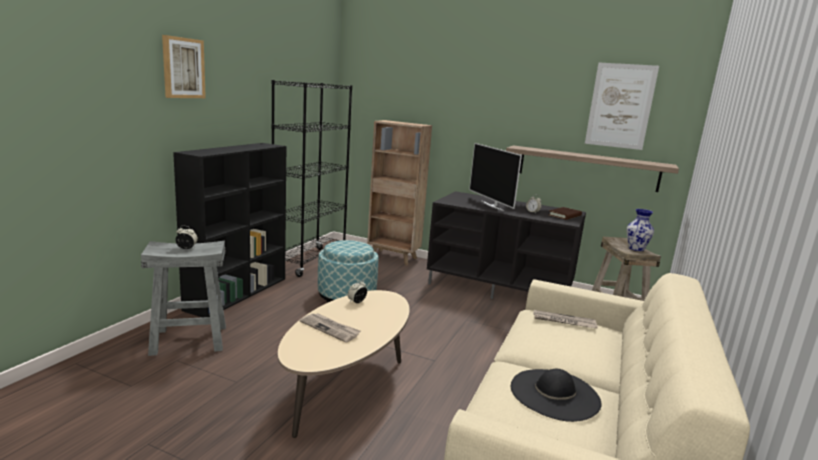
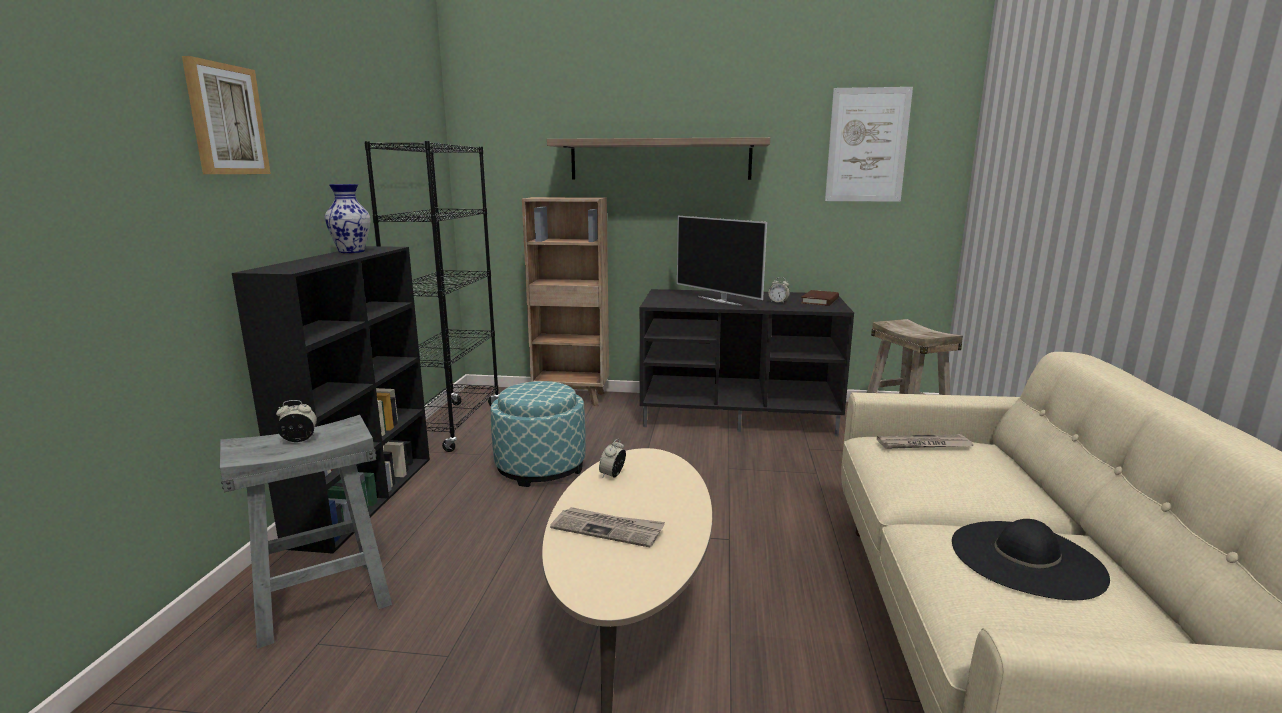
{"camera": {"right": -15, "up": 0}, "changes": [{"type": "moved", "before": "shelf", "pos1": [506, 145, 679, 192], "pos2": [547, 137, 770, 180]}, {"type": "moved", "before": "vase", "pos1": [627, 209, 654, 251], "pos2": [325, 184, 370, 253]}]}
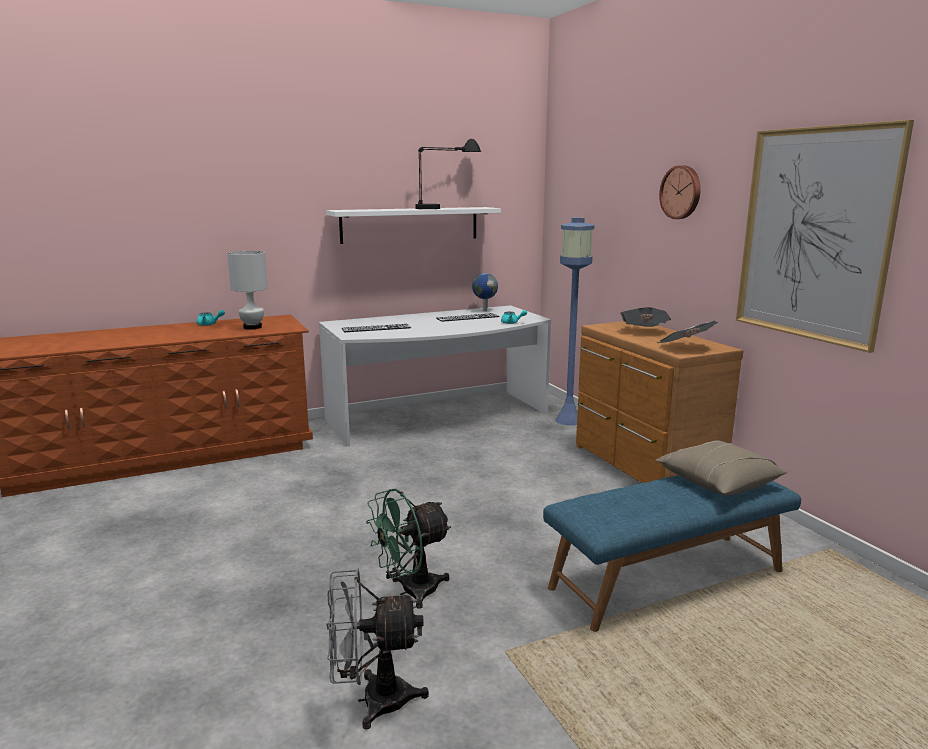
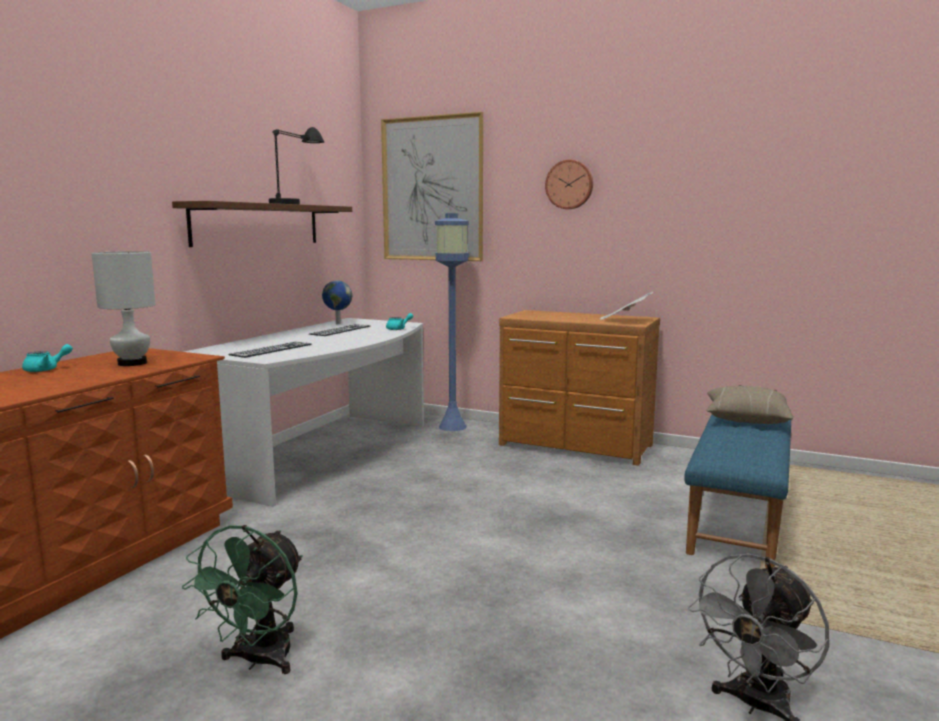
{"camera": {"right": -40, "up": -5}, "changes": [{"type": "moved", "before": "picture", "pos1": [736, 120, 914, 353], "pos2": [381, 112, 483, 261]}, {"type": "recoloured", "before": "white shelf", "after": "brown shelf", "pos1": [326, 207, 501, 244], "pos2": [172, 201, 352, 247]}, {"type": "removed", "before": "newspaper", "pos1": [620, 307, 671, 327]}, {"type": "moved", "before": "green fan", "pos1": [366, 489, 451, 609], "pos2": [182, 525, 303, 674]}]}
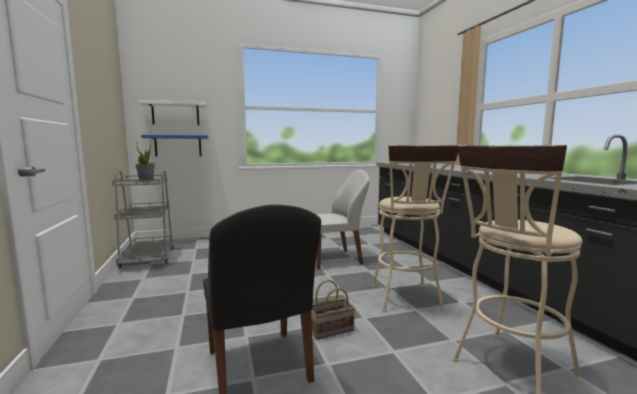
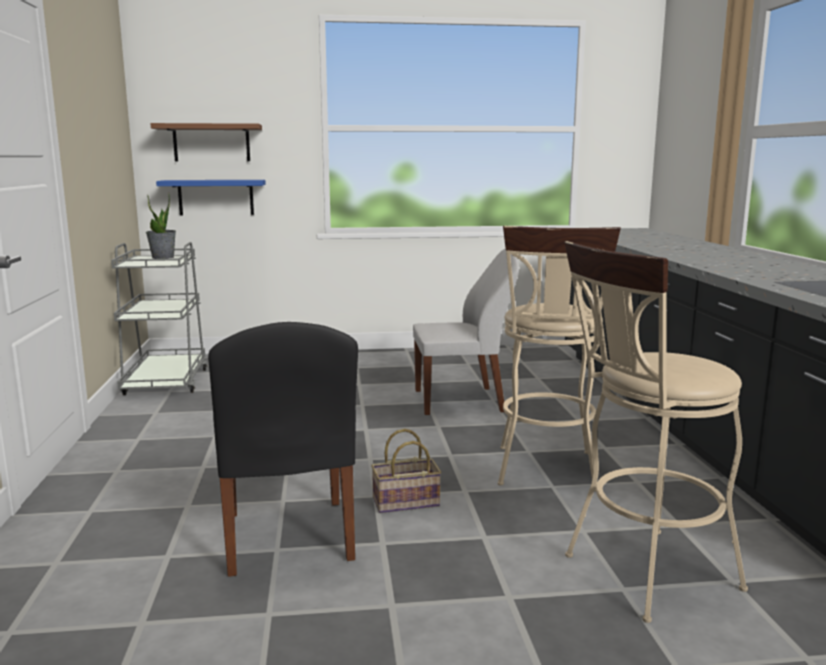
{"camera": {"right": 10, "up": 5}, "changes": [{"type": "recoloured", "before": "white shelf", "after": "brown shelf", "pos1": [138, 100, 206, 125], "pos2": [150, 123, 262, 161]}]}
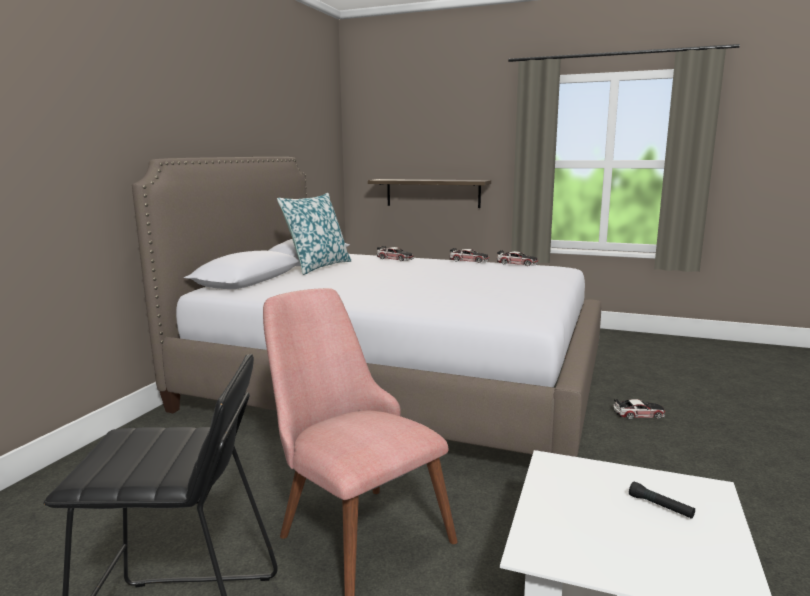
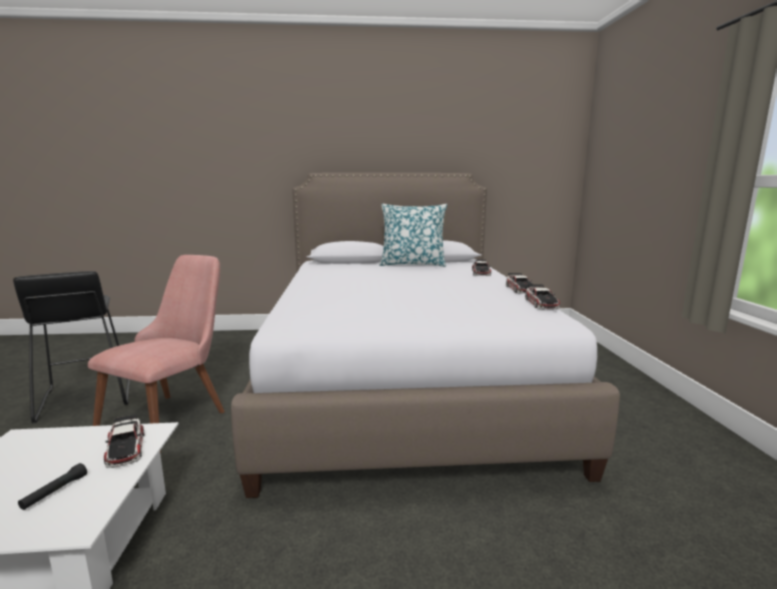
{"camera": {"right": 65, "up": 0}, "changes": [{"type": "removed", "before": "shelf", "pos1": [368, 179, 491, 208]}, {"type": "moved", "before": "toy car", "pos1": [614, 399, 665, 419], "pos2": [104, 414, 145, 468]}]}
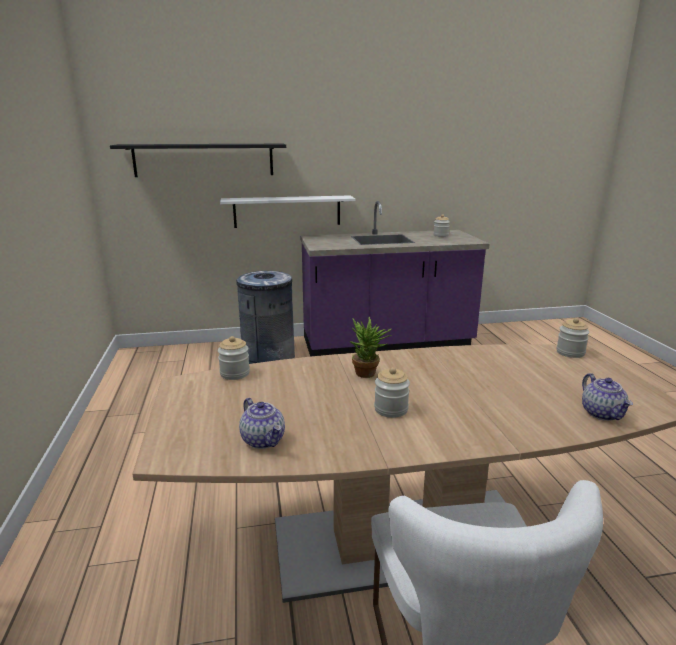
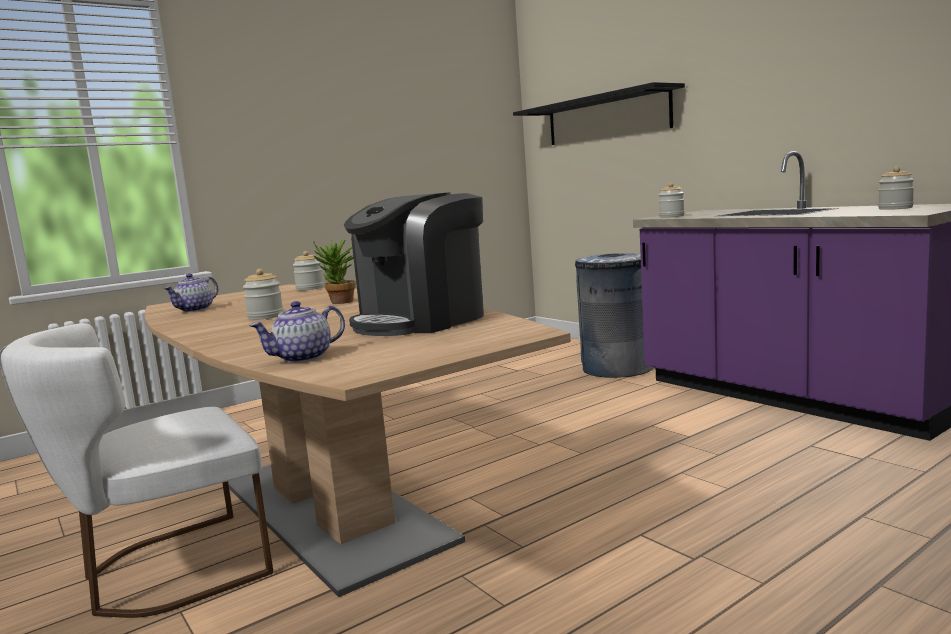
{"camera": {"right": 65, "up": -10}, "changes": [{"type": "removed", "before": "white shelf", "pos1": [220, 195, 355, 228]}, {"type": "moved", "before": "jar", "pos1": [556, 318, 590, 358], "pos2": [659, 183, 685, 217]}, {"type": "added", "after": "coffee machine", "pos2": [344, 192, 484, 336]}]}
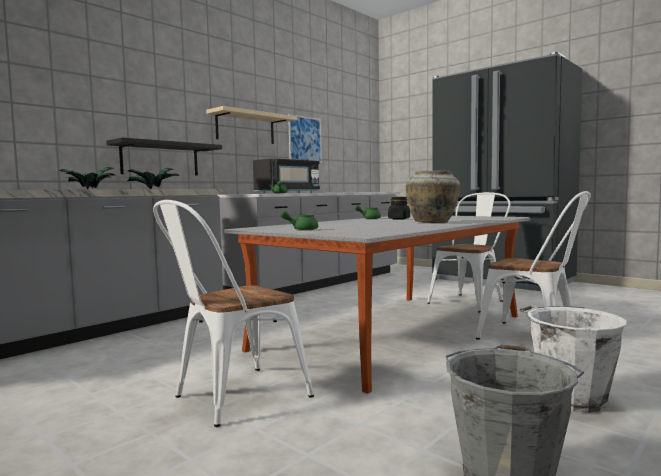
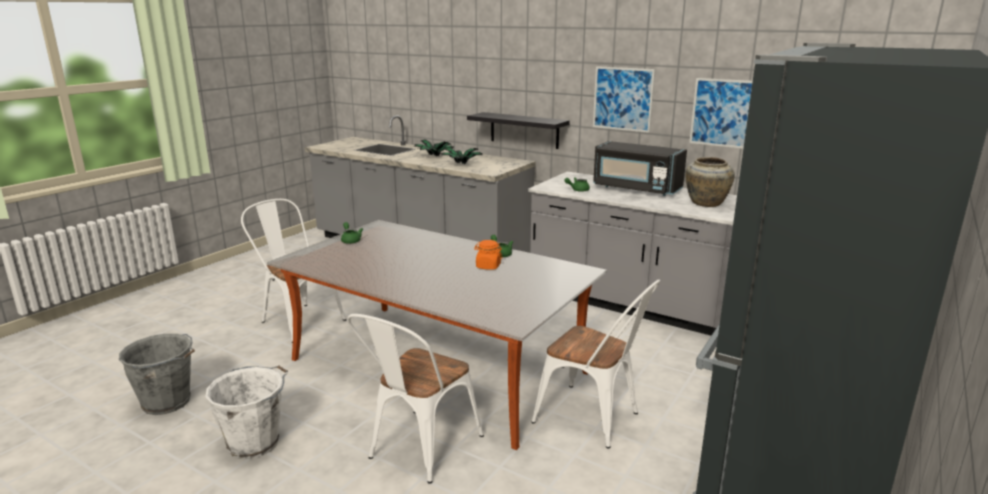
{"camera": {"right": 80, "up": 15}, "changes": [{"type": "replaced", "before": "beige shelf", "after": "picture", "pos1": [206, 106, 297, 144], "pos2": [593, 66, 655, 133]}, {"type": "moved", "before": "beige vase", "pos1": [406, 171, 460, 223], "pos2": [686, 157, 735, 207]}, {"type": "recoloured", "before": "black jar", "after": "orange jar", "pos1": [388, 197, 410, 220], "pos2": [474, 240, 503, 270]}]}
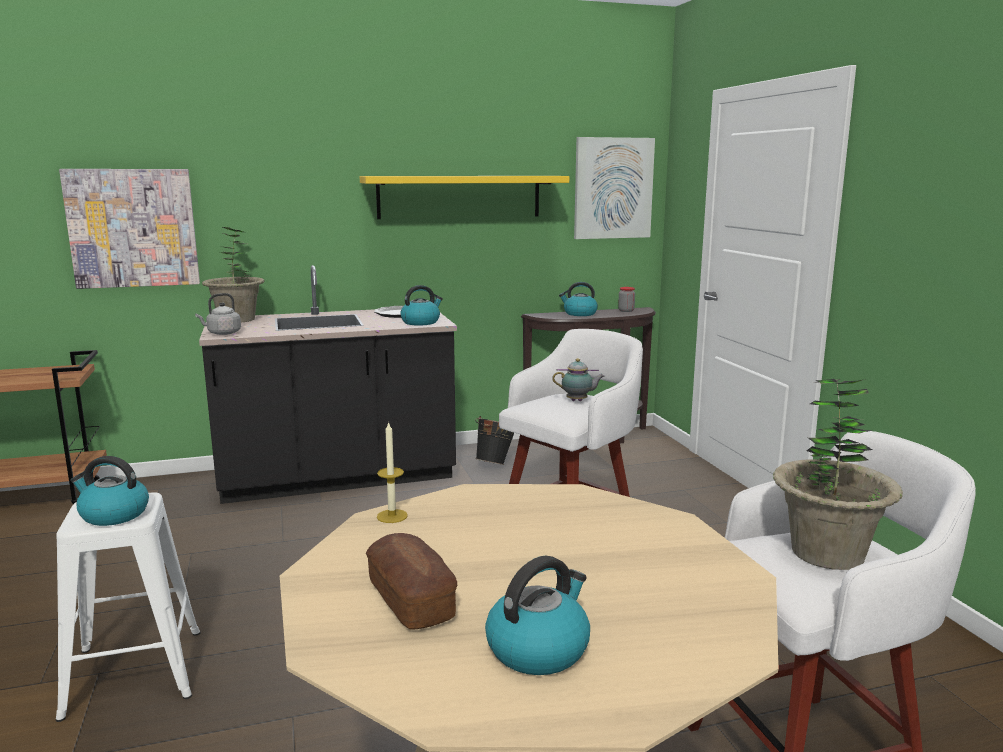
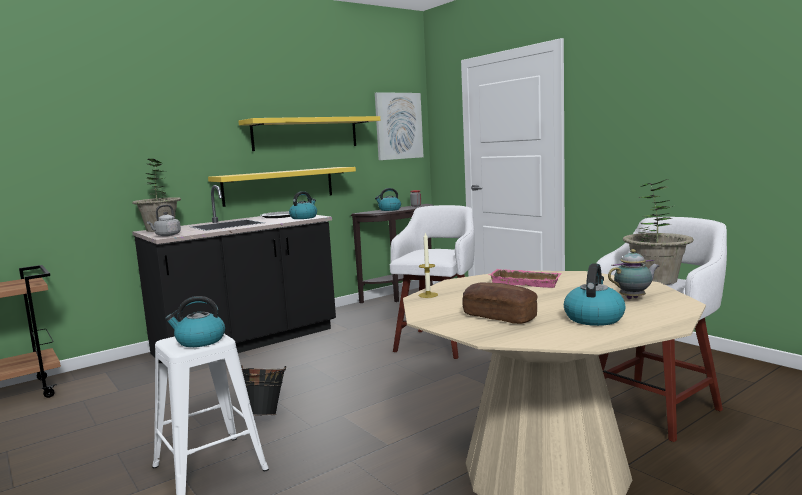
{"camera": {"right": -20, "up": -5}, "changes": [{"type": "removed", "before": "picture", "pos1": [59, 169, 200, 289]}, {"type": "moved", "before": "teapot", "pos1": [552, 358, 605, 401], "pos2": [608, 249, 659, 299]}, {"type": "moved", "before": "black bucket", "pos1": [475, 416, 514, 465], "pos2": [241, 365, 286, 416]}, {"type": "added", "after": "yellow shelf", "pos2": [208, 167, 356, 207]}, {"type": "added", "after": "pink tray", "pos2": [488, 269, 562, 288]}]}
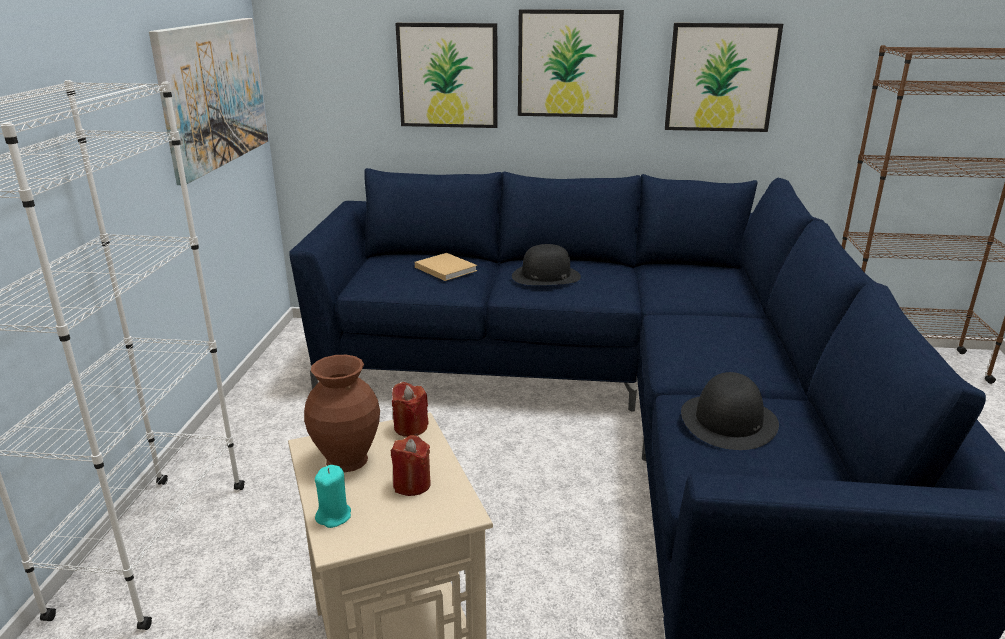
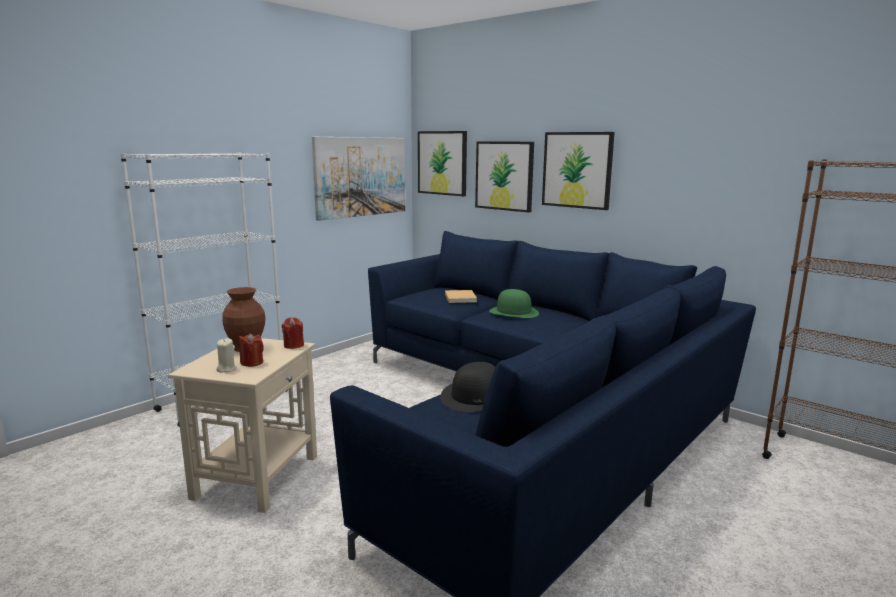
{"camera": {"right": 35, "up": -10}, "changes": [{"type": "moved", "before": "picture", "pos1": [665, 23, 783, 132], "pos2": [418, 131, 467, 196]}, {"type": "recoloured", "before": "black hat", "after": "green hat", "pos1": [512, 244, 581, 285], "pos2": [489, 289, 539, 318]}, {"type": "removed", "before": "turquoise candle", "pos1": [315, 465, 351, 528]}, {"type": "added", "after": "beige candle", "pos2": [216, 338, 237, 373]}]}
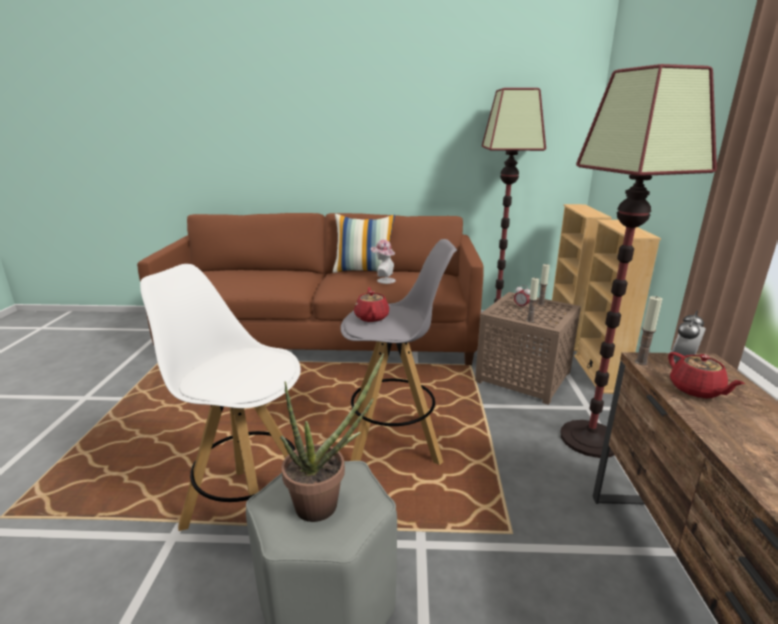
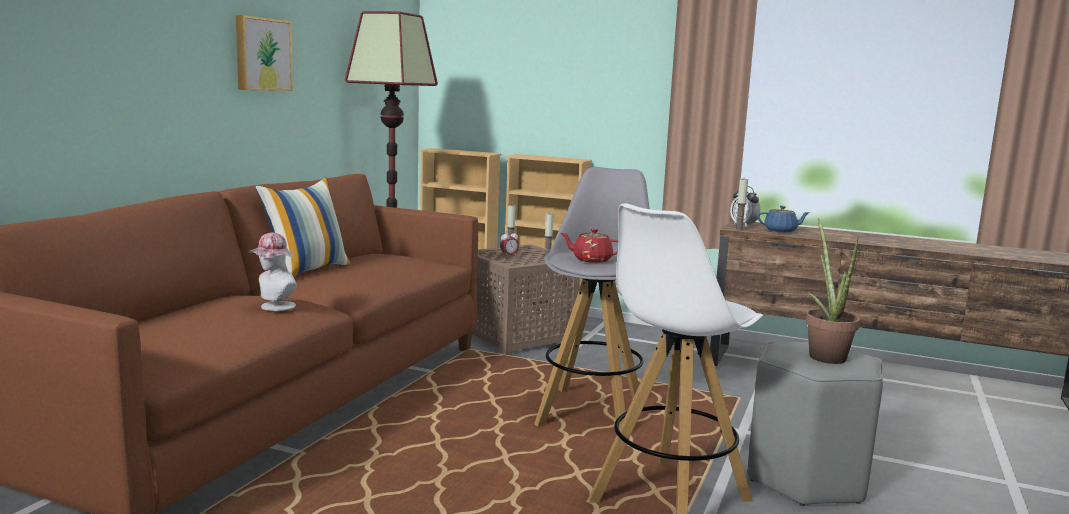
{"camera": {"right": -70, "up": -10}, "changes": [{"type": "removed", "before": "floor lamp", "pos1": [561, 64, 717, 458]}, {"type": "moved", "before": "hat", "pos1": [370, 240, 396, 284], "pos2": [249, 233, 297, 311]}, {"type": "recoloured", "before": "red teapot", "after": "blue teapot", "pos1": [668, 352, 745, 399], "pos2": [757, 206, 810, 233]}, {"type": "added", "after": "picture", "pos2": [236, 15, 293, 91]}]}
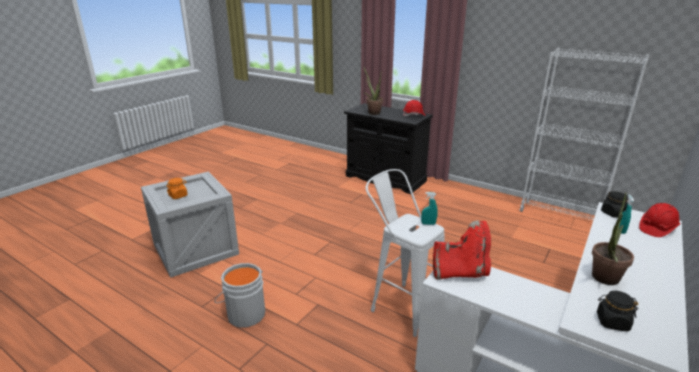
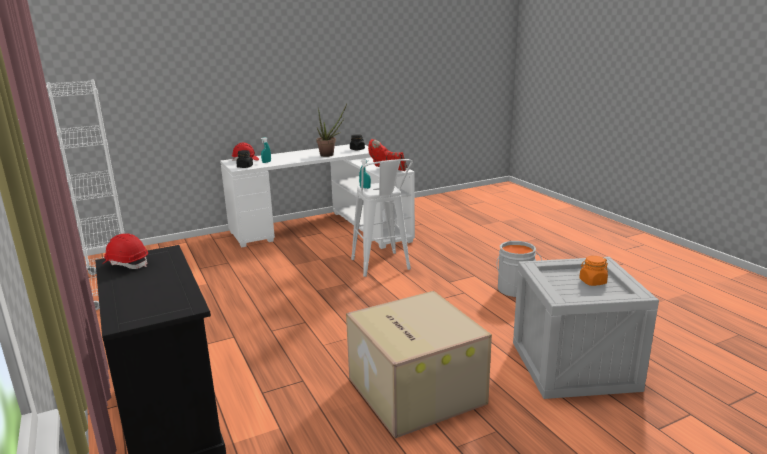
{"camera": {"right": -150, "up": -5}, "changes": [{"type": "removed", "before": "potted plant", "pos1": [363, 66, 383, 115]}, {"type": "added", "after": "cardboard box", "pos2": [346, 291, 492, 438]}]}
